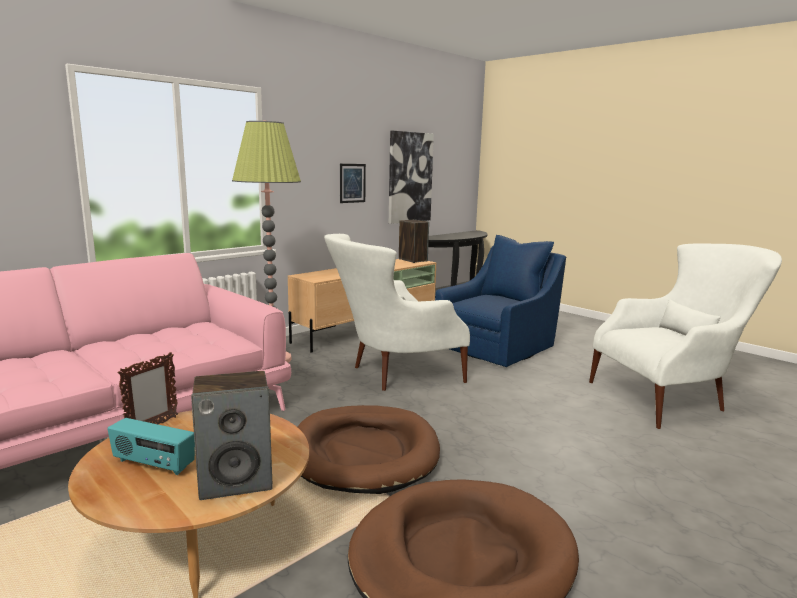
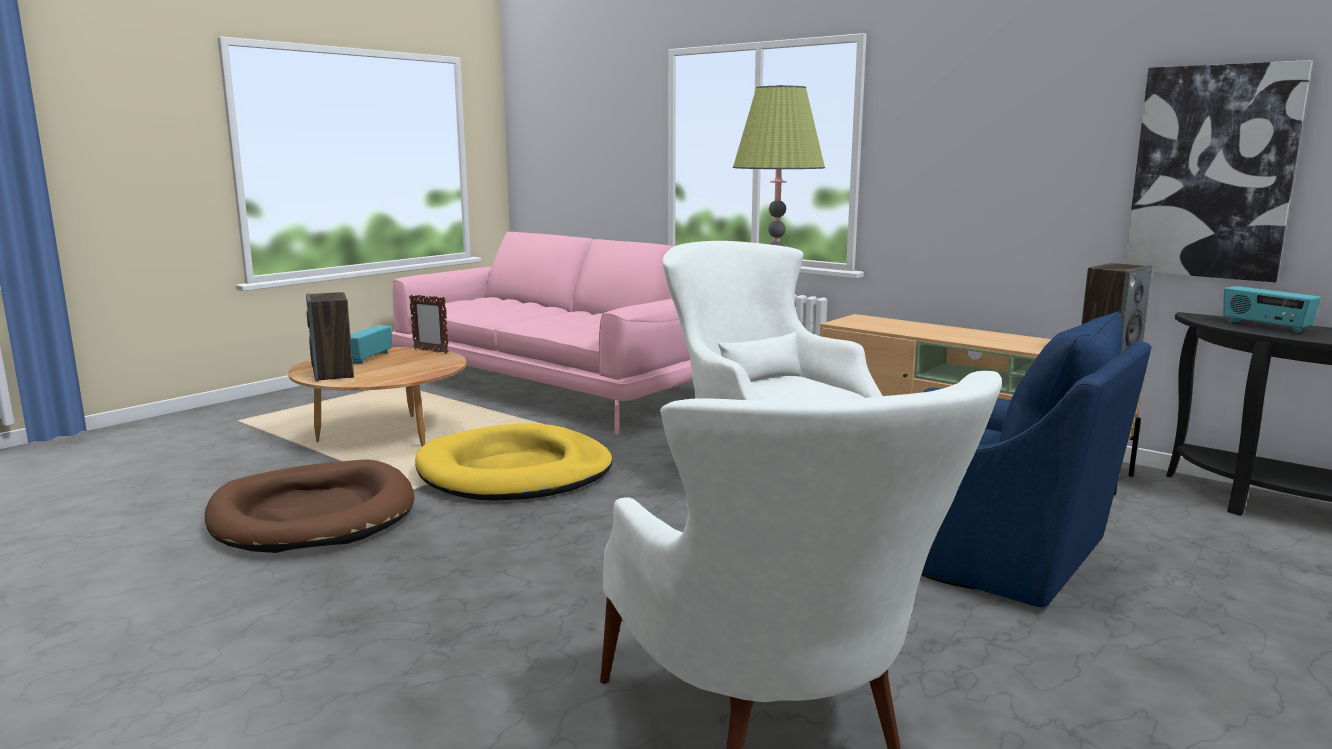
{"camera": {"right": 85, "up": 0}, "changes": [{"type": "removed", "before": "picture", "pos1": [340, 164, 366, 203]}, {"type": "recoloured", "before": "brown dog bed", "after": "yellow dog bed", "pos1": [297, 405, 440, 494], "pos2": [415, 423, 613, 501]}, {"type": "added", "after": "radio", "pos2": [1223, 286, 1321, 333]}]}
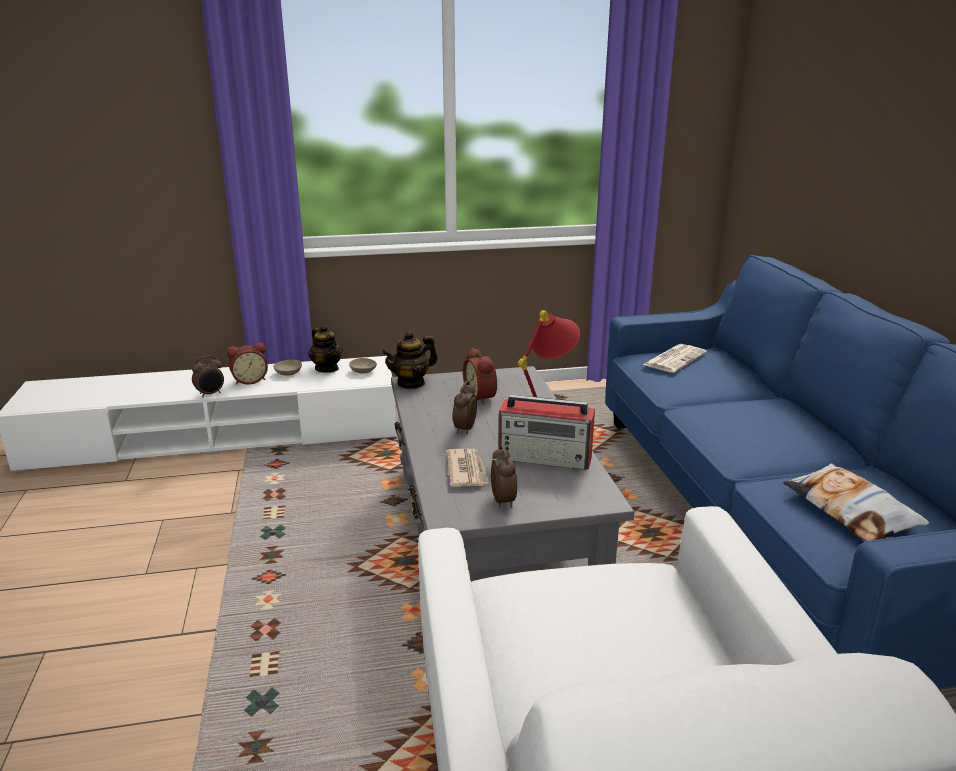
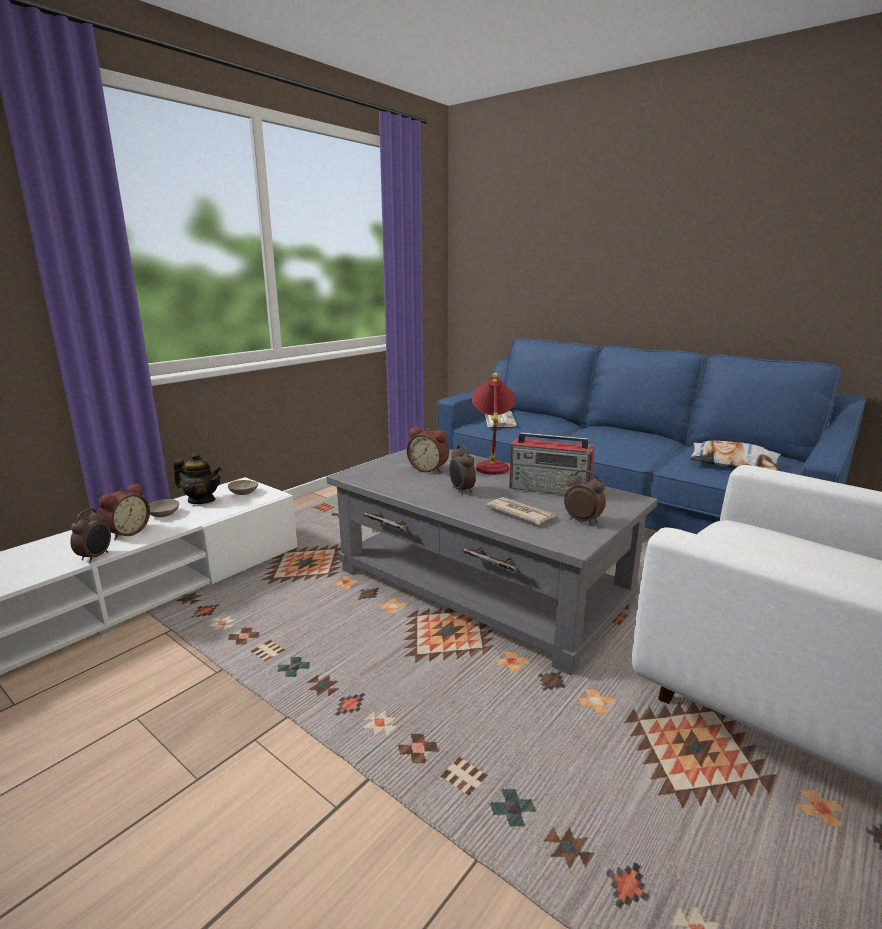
{"camera": {"right": -40, "up": -5}, "changes": [{"type": "removed", "before": "teapot", "pos1": [382, 331, 438, 389]}, {"type": "turned", "before": "radio", "pos1": [498, 395, 595, 470], "pos2": [509, 432, 594, 495], "turn": 45}]}
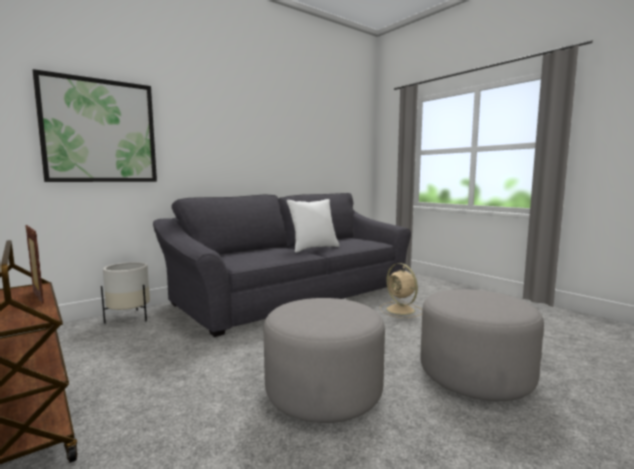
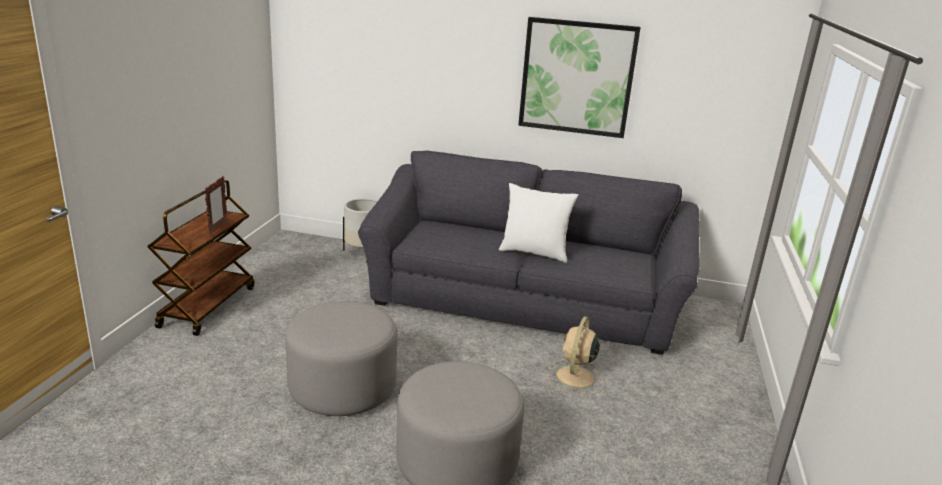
{"camera": {"right": 50, "up": 15}, "changes": [{"type": "moved", "before": "picture", "pos1": [33, 69, 157, 182], "pos2": [518, 17, 641, 138]}]}
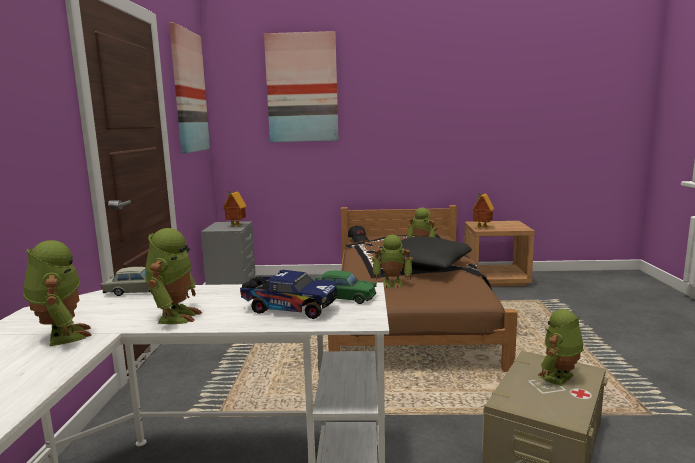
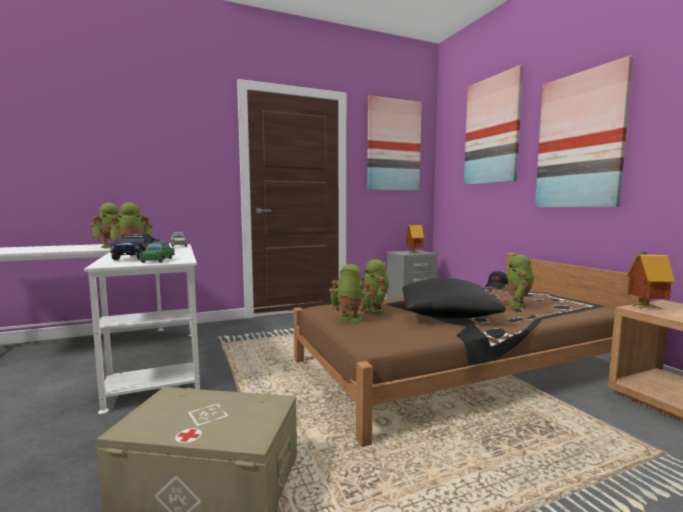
{"camera": {"right": 65, "up": -5}, "changes": [{"type": "moved", "before": "toy robot", "pos1": [538, 309, 584, 386], "pos2": [329, 264, 373, 323]}, {"type": "added", "after": "picture", "pos2": [535, 56, 633, 207]}]}
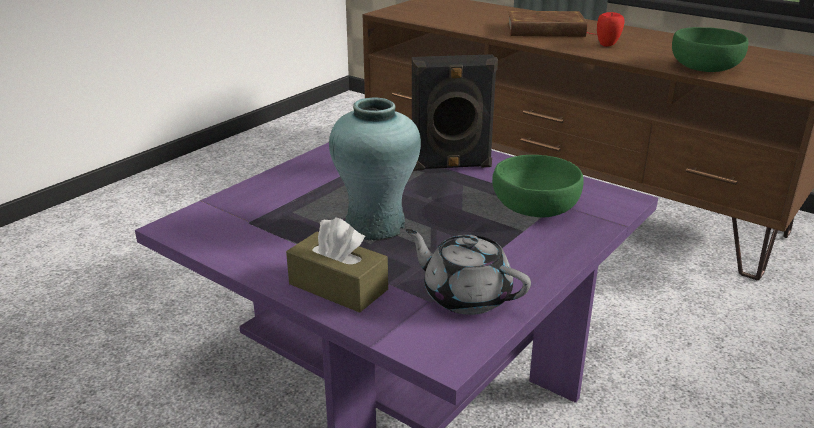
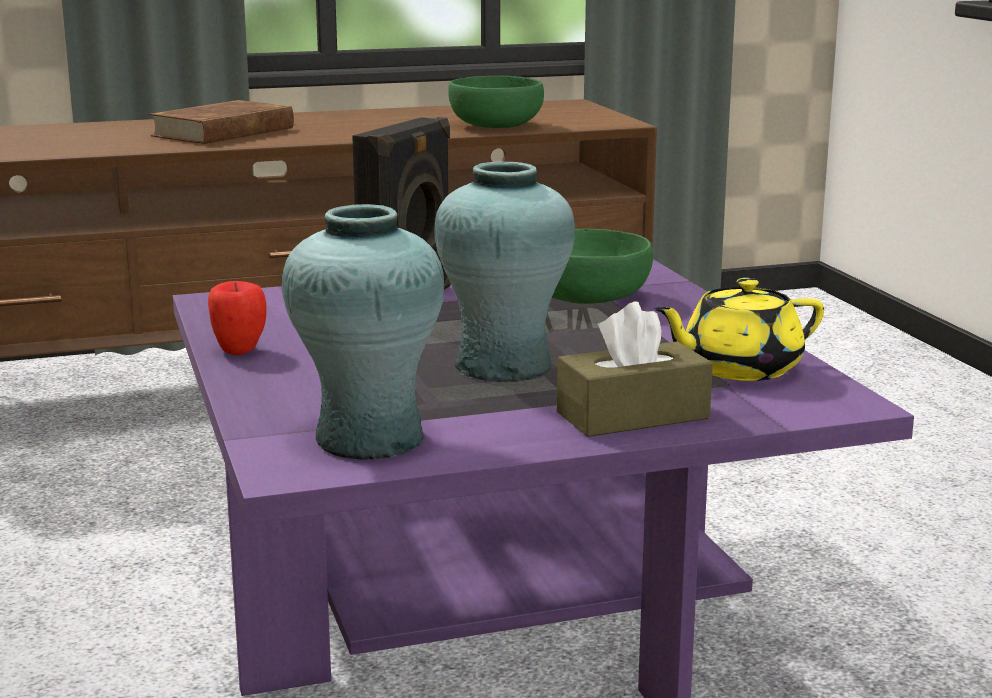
{"camera": {"right": -55, "up": -10}, "changes": [{"type": "moved", "before": "apple", "pos1": [597, 12, 625, 47], "pos2": [208, 281, 267, 355]}, {"type": "recoloured", "before": "grey teapot", "after": "yellow teapot", "pos1": [406, 229, 531, 315], "pos2": [654, 278, 824, 381]}, {"type": "added", "after": "turquoise vase", "pos2": [282, 204, 444, 460]}]}
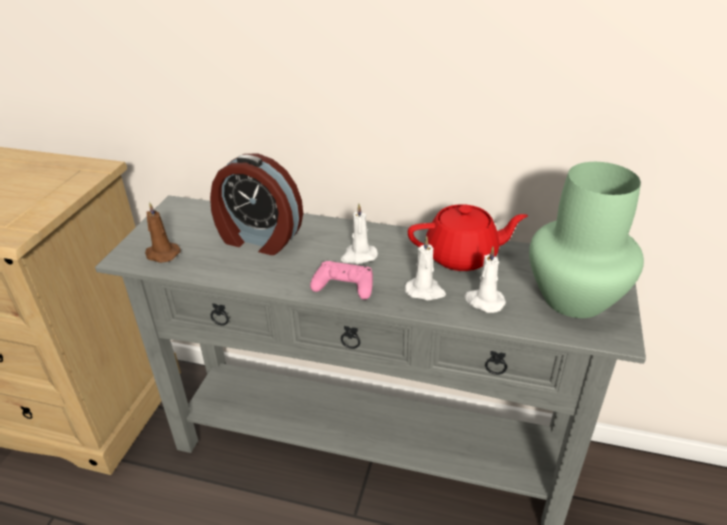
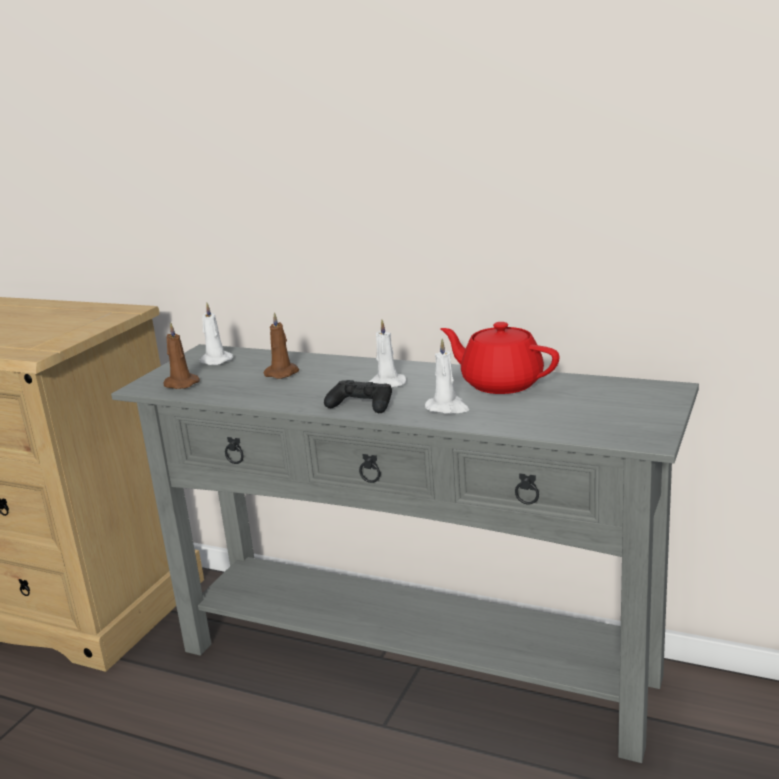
{"camera": {"right": 10, "up": -15}, "changes": [{"type": "replaced", "before": "alarm clock", "after": "brown candle", "pos1": [210, 154, 303, 255], "pos2": [264, 312, 299, 379]}, {"type": "removed", "before": "green vase", "pos1": [529, 162, 644, 318]}, {"type": "turned", "before": "red teapot", "pos1": [408, 204, 528, 271], "pos2": [440, 322, 560, 394], "turn": -150}, {"type": "moved", "before": "white candle", "pos1": [464, 247, 506, 313], "pos2": [199, 303, 233, 365]}, {"type": "recoloured", "before": "pink game controller", "after": "black game controller", "pos1": [310, 261, 373, 300], "pos2": [324, 380, 392, 413]}]}
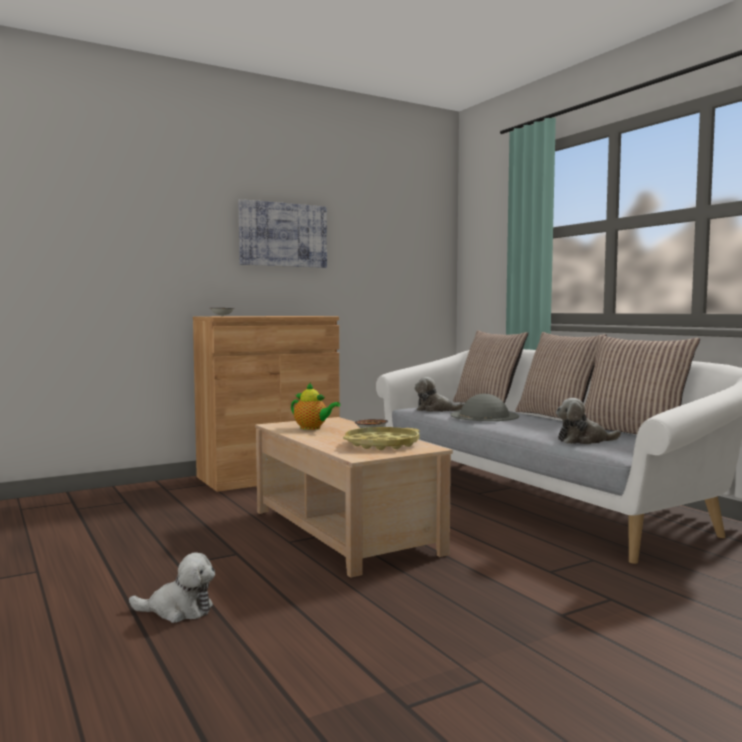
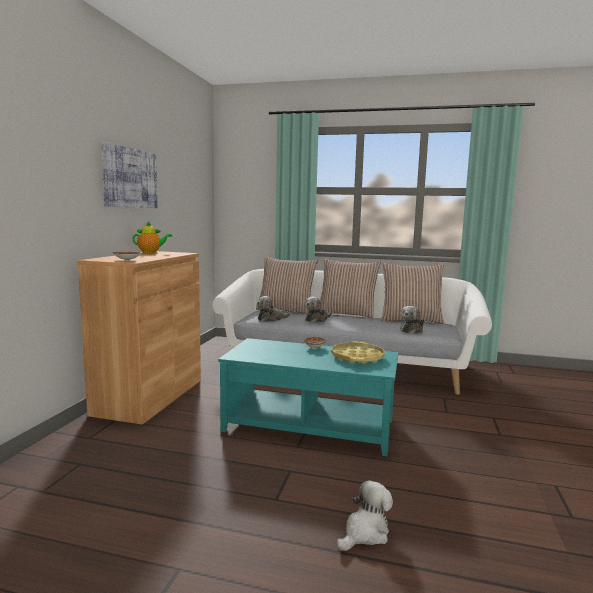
{"camera": {"right": -45, "up": 5}, "changes": [{"type": "moved", "before": "teapot", "pos1": [291, 382, 340, 430], "pos2": [132, 221, 173, 253]}, {"type": "replaced", "before": "grey hat", "after": "plush toy", "pos1": [450, 394, 519, 421], "pos2": [305, 297, 332, 323]}, {"type": "recoloured", "before": "beige coffee table", "after": "turquoise coffee table", "pos1": [255, 417, 453, 578], "pos2": [218, 338, 398, 456]}]}
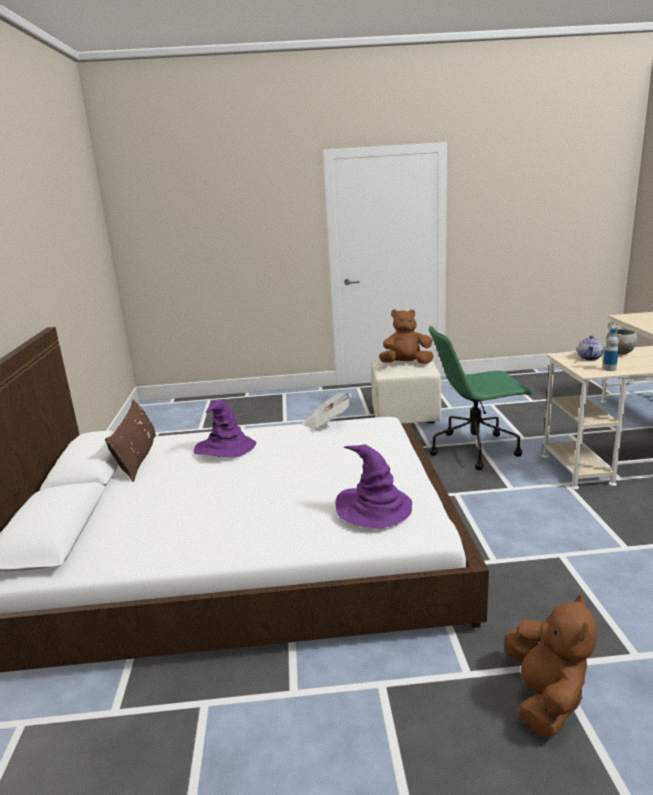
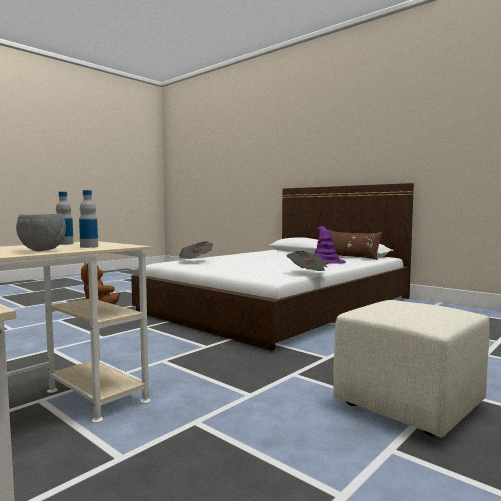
{"camera": {"right": 135, "up": -15}, "changes": [{"type": "removed", "before": "brown plush toy", "pos1": [379, 309, 434, 364]}, {"type": "removed", "before": "green office chair", "pos1": [429, 325, 534, 470]}, {"type": "replaced", "before": "teapot", "after": "bottle", "pos1": [578, 335, 604, 360], "pos2": [79, 190, 98, 248]}, {"type": "replaced", "before": "purple hat", "after": "newspaper", "pos1": [336, 444, 412, 528], "pos2": [179, 241, 213, 259]}]}
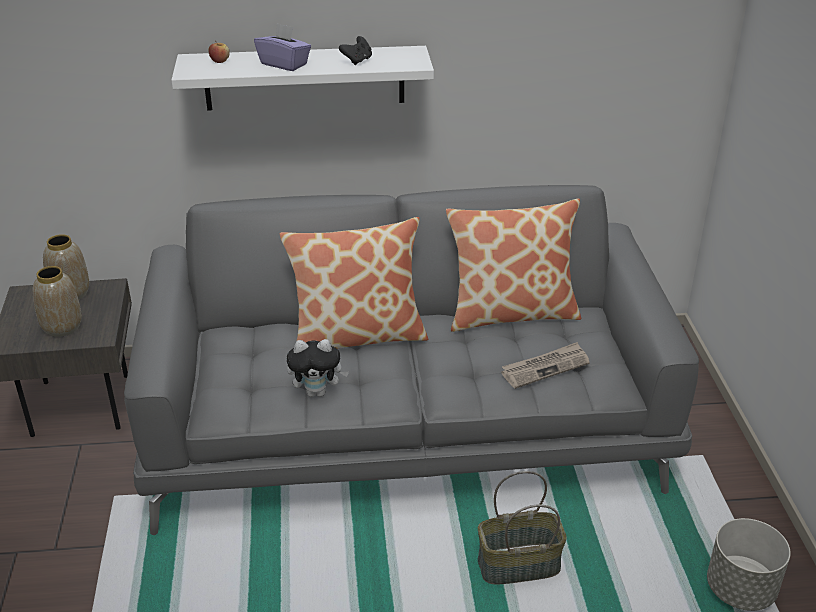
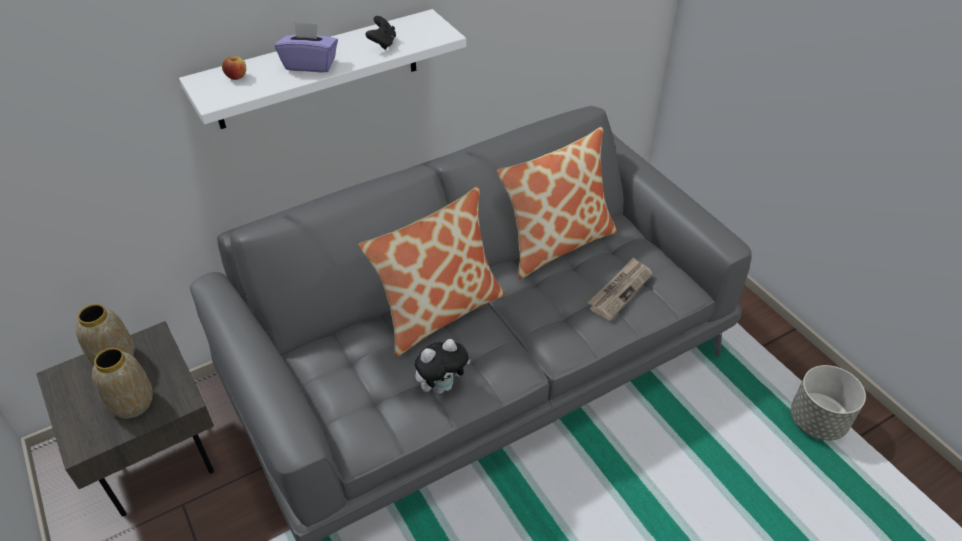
{"camera": {"right": -25, "up": 10}, "changes": [{"type": "removed", "before": "basket", "pos1": [478, 471, 567, 585]}]}
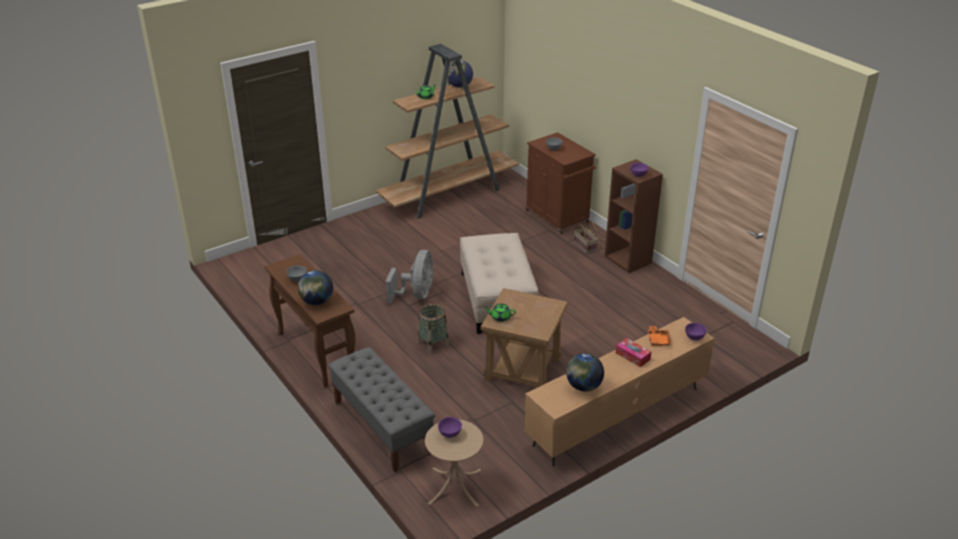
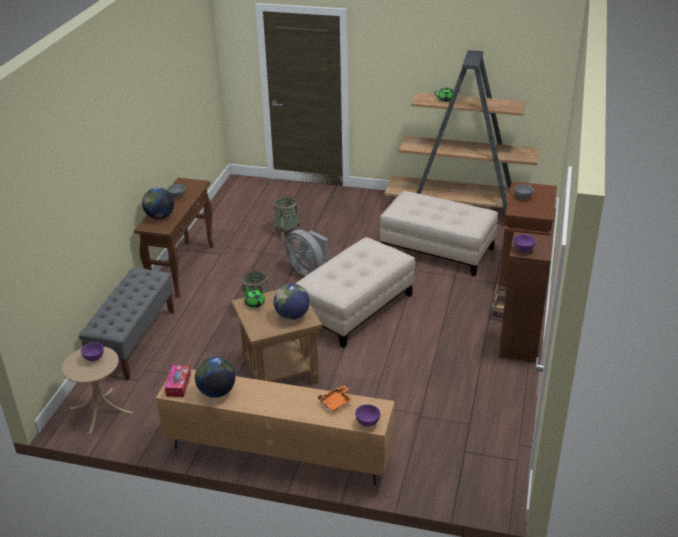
{"camera": {"right": 50, "up": 0}, "changes": [{"type": "moved", "before": "globe", "pos1": [447, 60, 473, 88], "pos2": [274, 284, 310, 320]}, {"type": "turned", "before": "grey fan", "pos1": [385, 250, 434, 303], "pos2": [284, 230, 329, 276], "turn": 75}, {"type": "moved", "before": "tissue box", "pos1": [616, 338, 651, 367], "pos2": [165, 365, 191, 397]}, {"type": "added", "after": "beige ottoman", "pos2": [380, 191, 498, 276]}, {"type": "added", "after": "basket", "pos2": [274, 196, 300, 240]}]}
